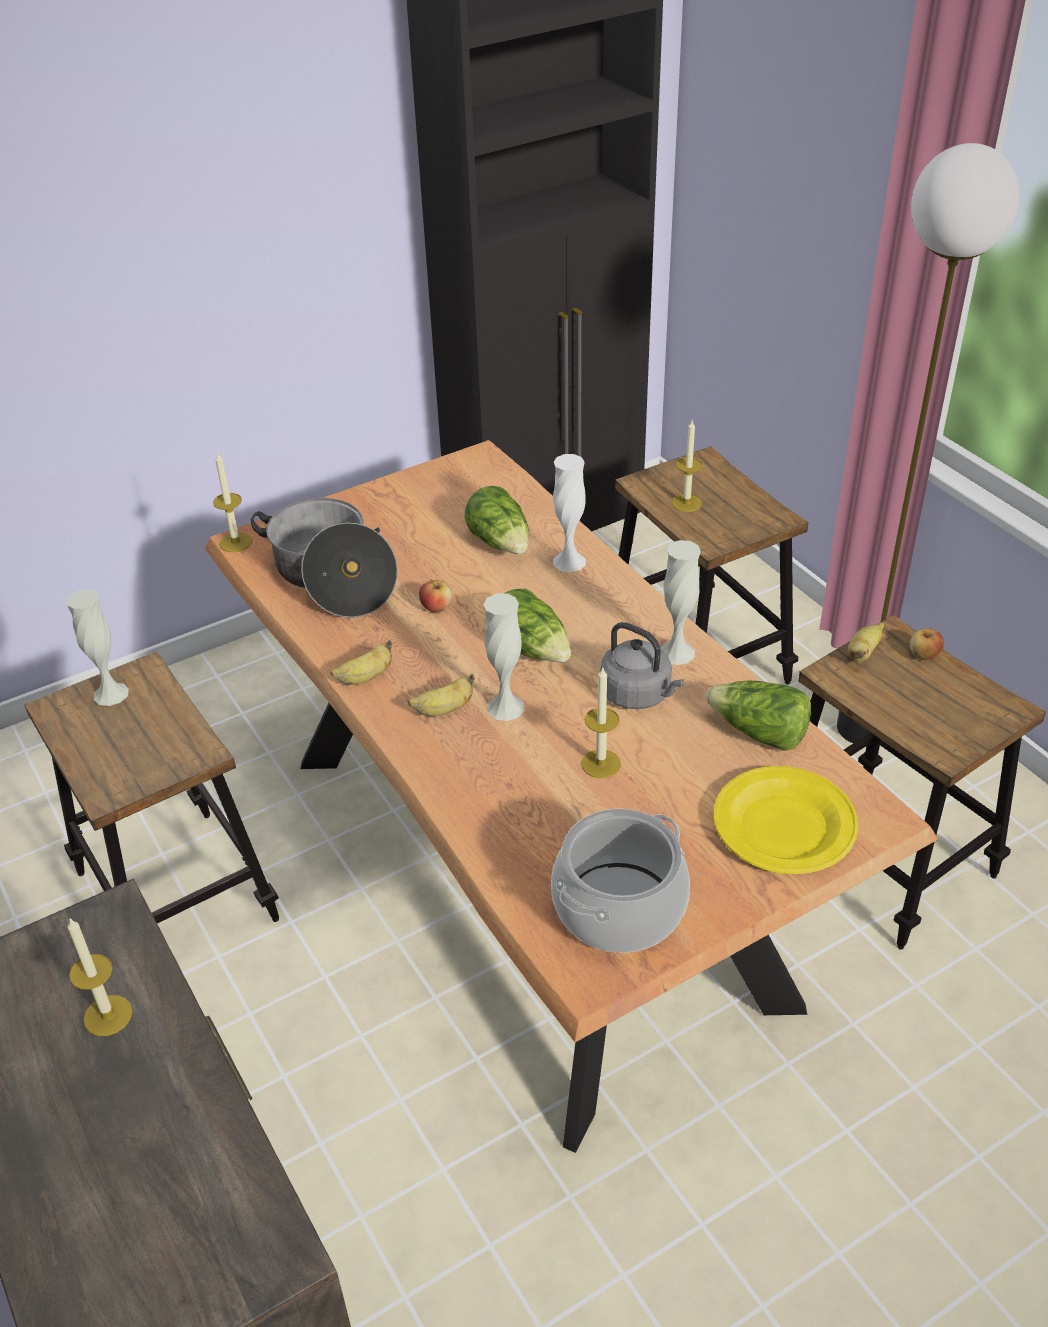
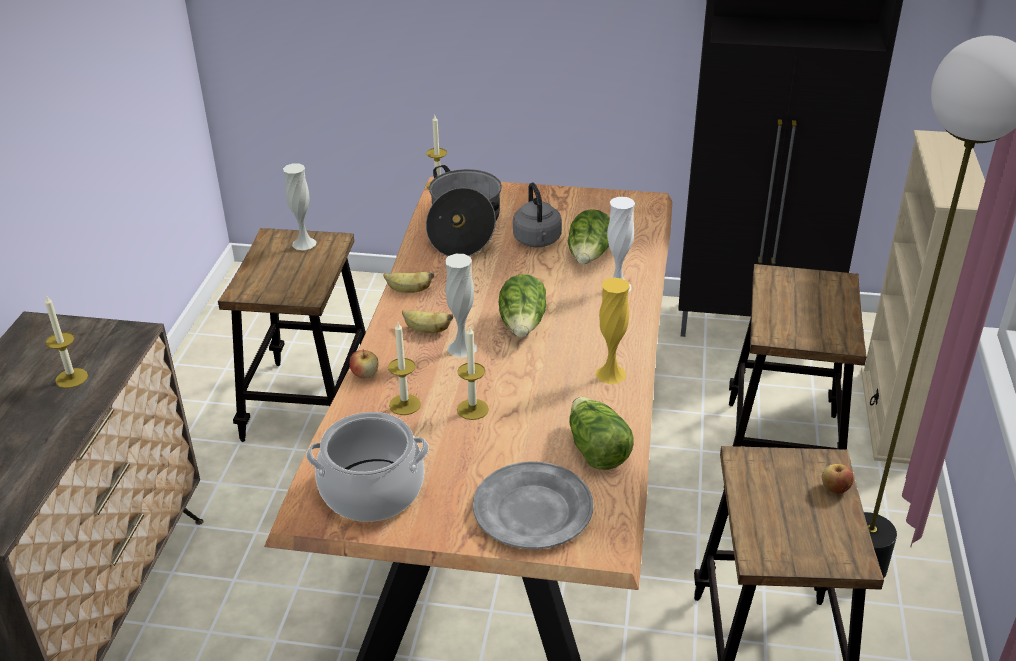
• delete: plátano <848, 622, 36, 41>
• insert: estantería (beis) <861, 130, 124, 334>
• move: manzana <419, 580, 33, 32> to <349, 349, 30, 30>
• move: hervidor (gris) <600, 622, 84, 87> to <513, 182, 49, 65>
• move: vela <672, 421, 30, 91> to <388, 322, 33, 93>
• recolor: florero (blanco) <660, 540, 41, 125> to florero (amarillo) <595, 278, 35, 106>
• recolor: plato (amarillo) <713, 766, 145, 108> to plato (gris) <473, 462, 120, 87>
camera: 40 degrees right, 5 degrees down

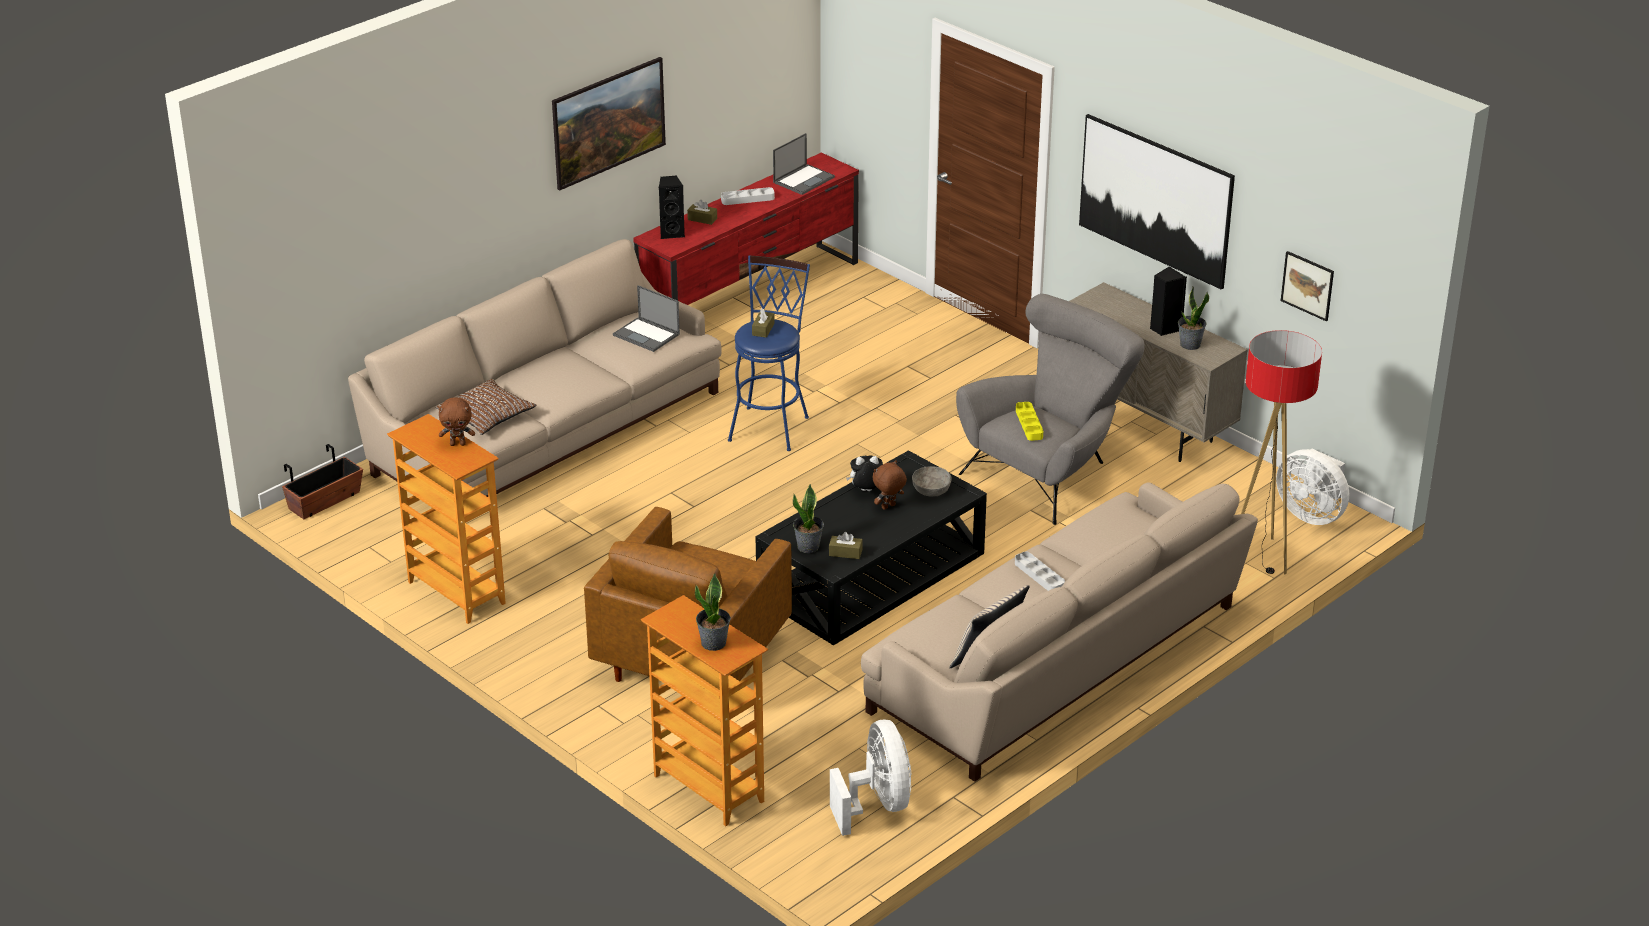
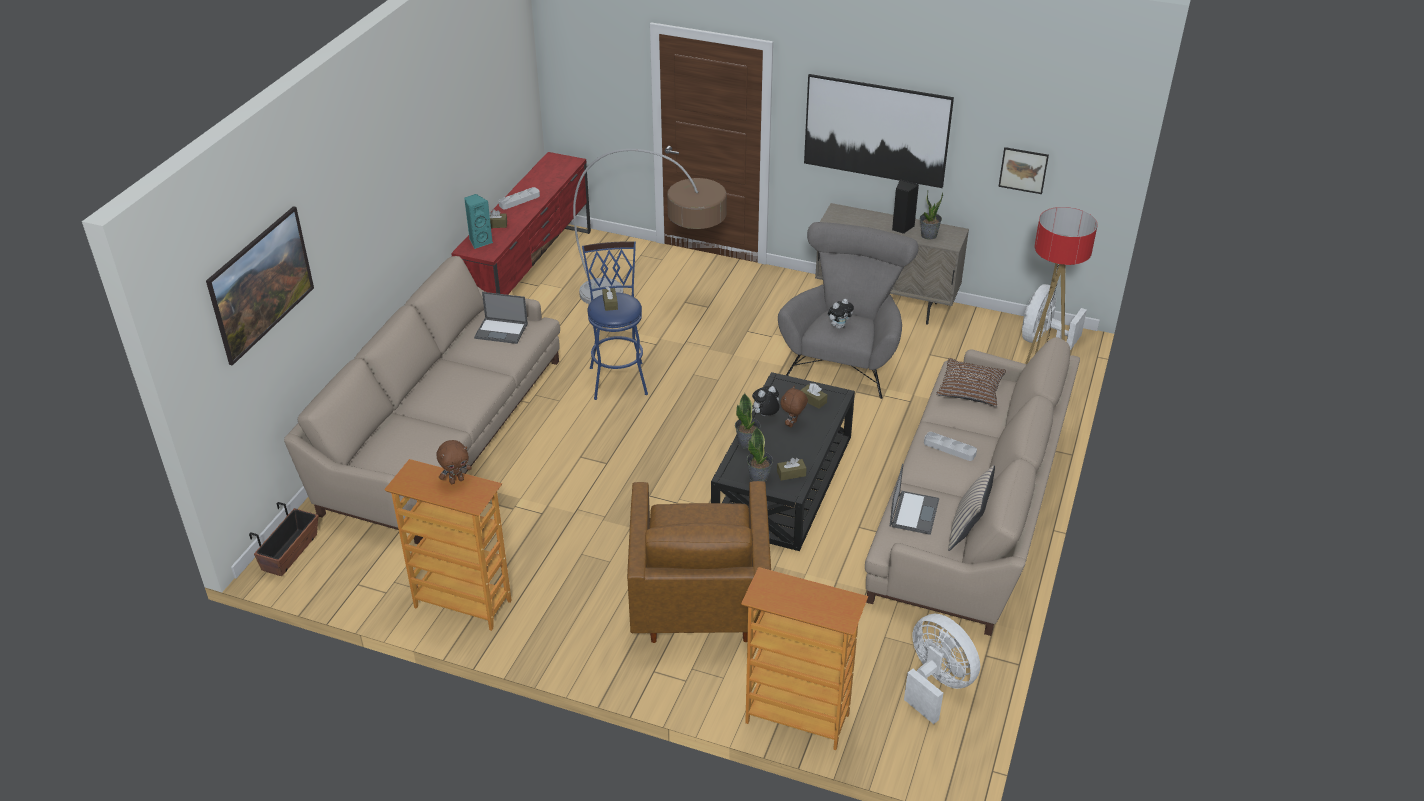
• insert: lámpara de pie <573, 149, 154, 155>
• move: cojín (marrón) <435, 379, 102, 56> to <936, 358, 70, 49>
• move: cuadro <552, 57, 114, 133> to <206, 206, 108, 160>
• move: planta en maceta <695, 573, 36, 78> to <735, 393, 25, 56>
• move: portátil <773, 133, 62, 62> to <890, 464, 49, 71>
• replace: cuenco (gris) <912, 467, 39, 29> to caja de pañuelos (marrón) <801, 383, 26, 26>
• replace: bandeja (amarillo) <1016, 402, 27, 39> to peluche <828, 299, 26, 30>
• recolor: altavoz (negro) <659, 175, 26, 64> to altavoz (turquesa) <464, 194, 29, 55>
• rotate: ventilador (blanco) <1276, 449, 73, 76> = <1022, 284, 65, 66> 105 degrees clockwise
camera: 25 degrees left, 5 degrees up

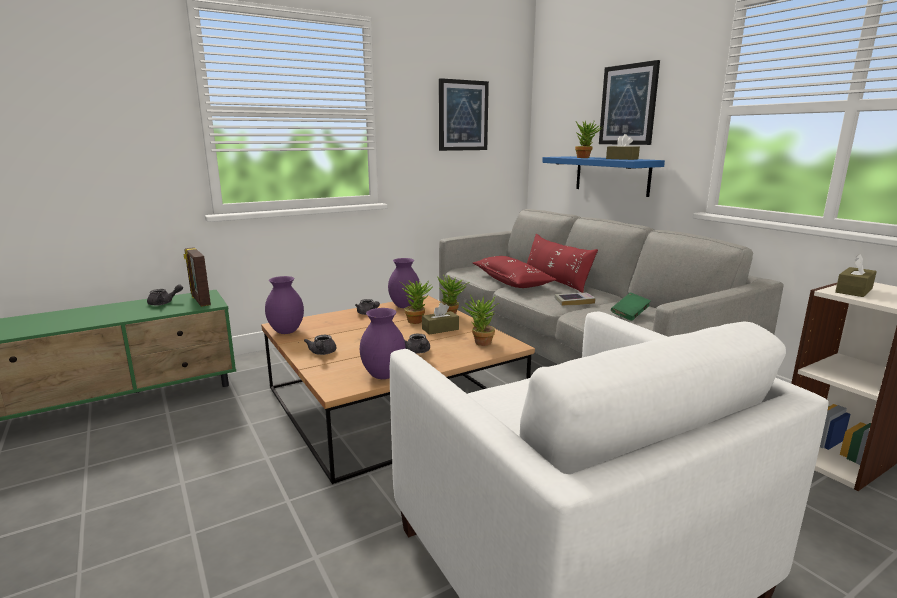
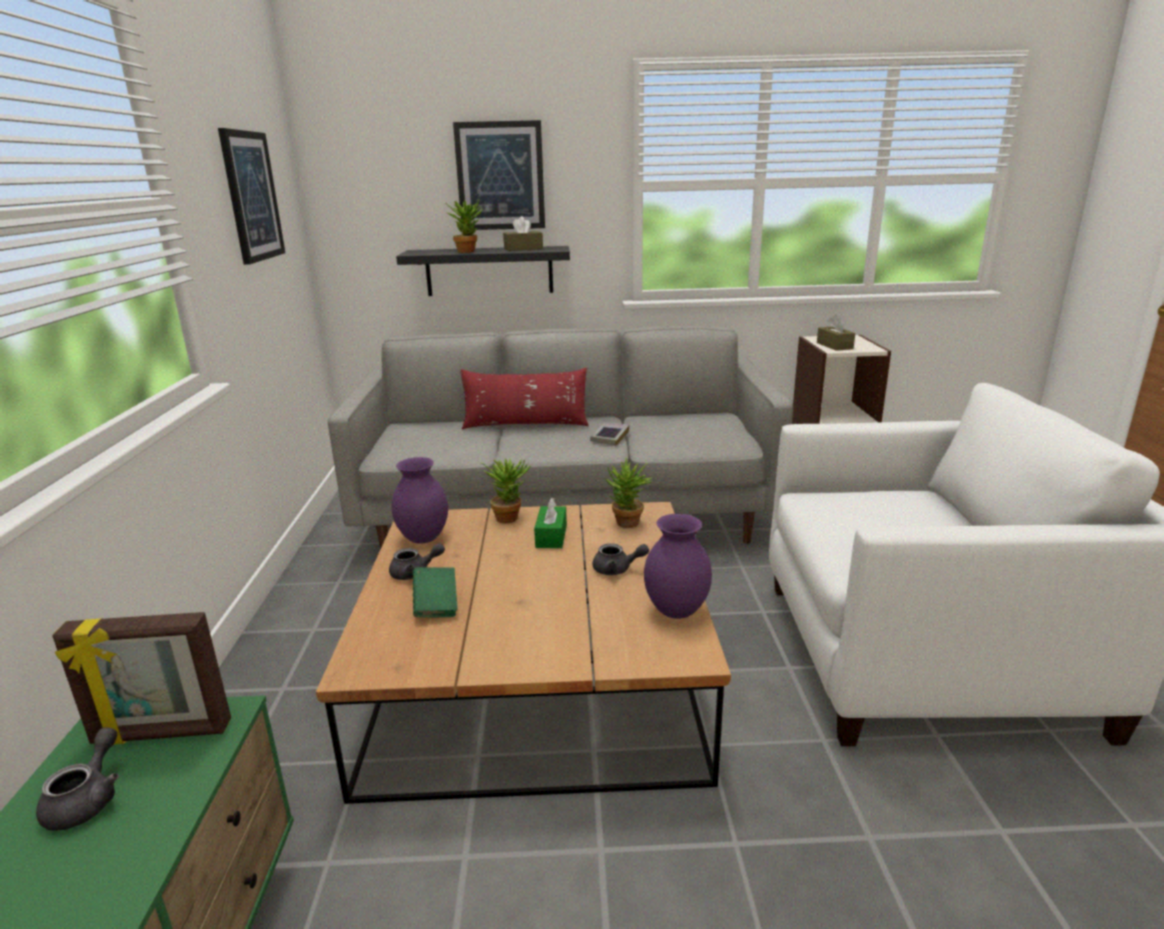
• delete: florero (morado) <265, 276, 39, 58>
• delete: tetera (gris) <304, 335, 32, 20>
• delete: planta en maceta <400, 281, 33, 43>
• delete: cojín (rojo) <473, 256, 83, 32>
• move: libro (verde) <611, 293, 40, 28> to <413, 567, 45, 50>
• recolor: caja de pañuelos (marrón) <422, 303, 37, 32> to caja de pañuelos (verde) <534, 497, 33, 51>
• recolor: estante (azul) <542, 156, 123, 41> to estante (negro) <396, 246, 174, 50>
camera: 60 degrees left, 5 degrees up

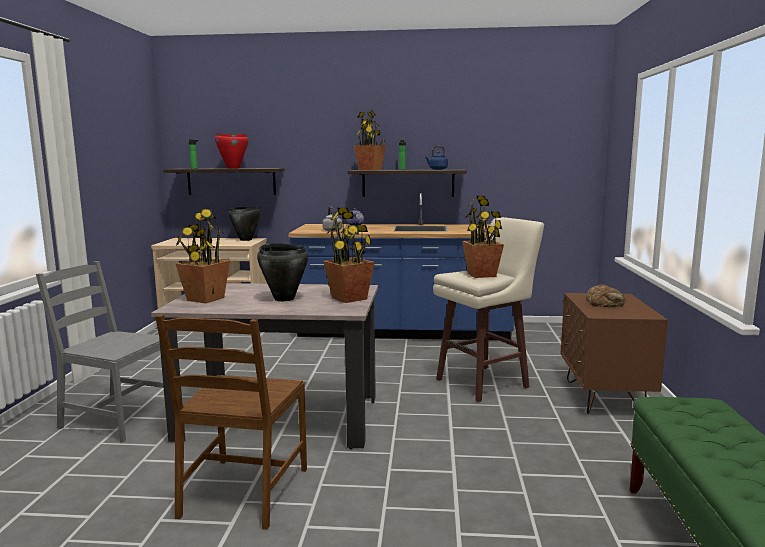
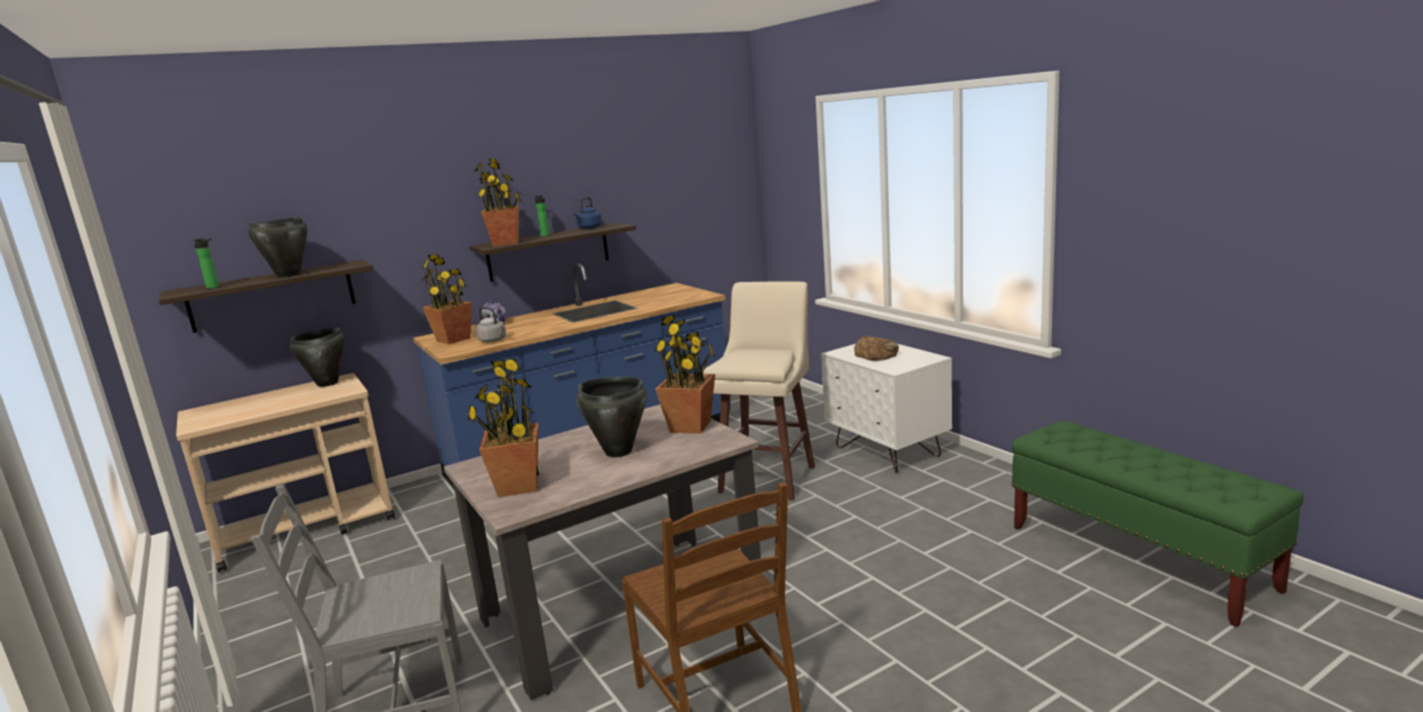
• move: planta en maceta <462, 196, 42, 82> to <421, 254, 51, 90>
• recolor: olla (rojo) <215, 133, 34, 36> to olla (negro) <248, 217, 59, 61>
• recolor: mesita de noche (marrón) <561, 293, 107, 121> to mesita de noche (blanco) <821, 344, 131, 129>
camera: 35 degrees left, 5 degrees up

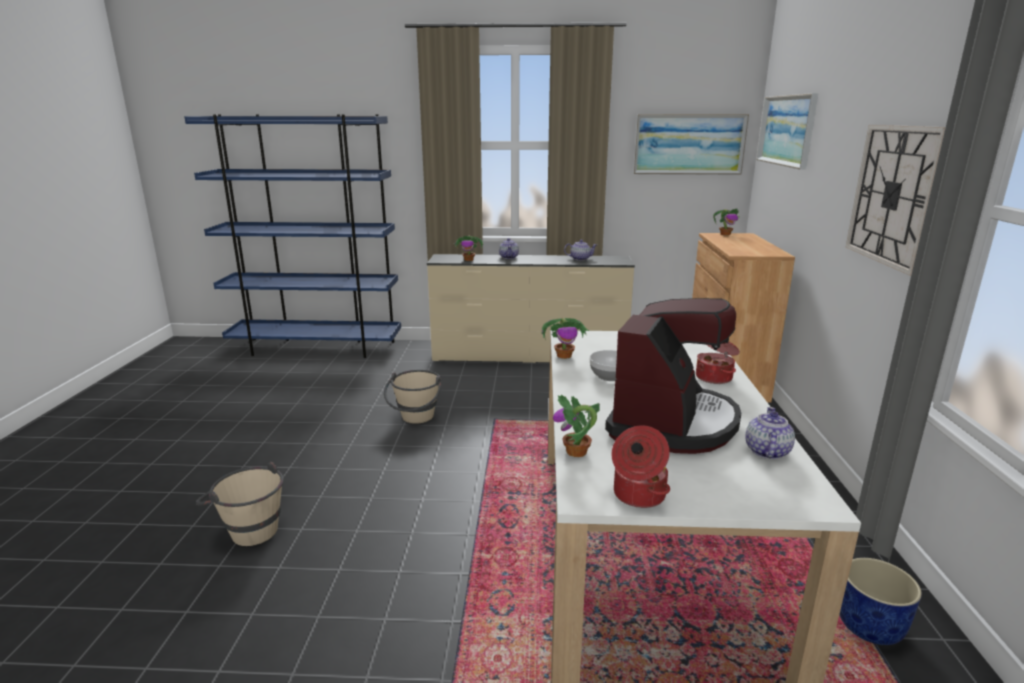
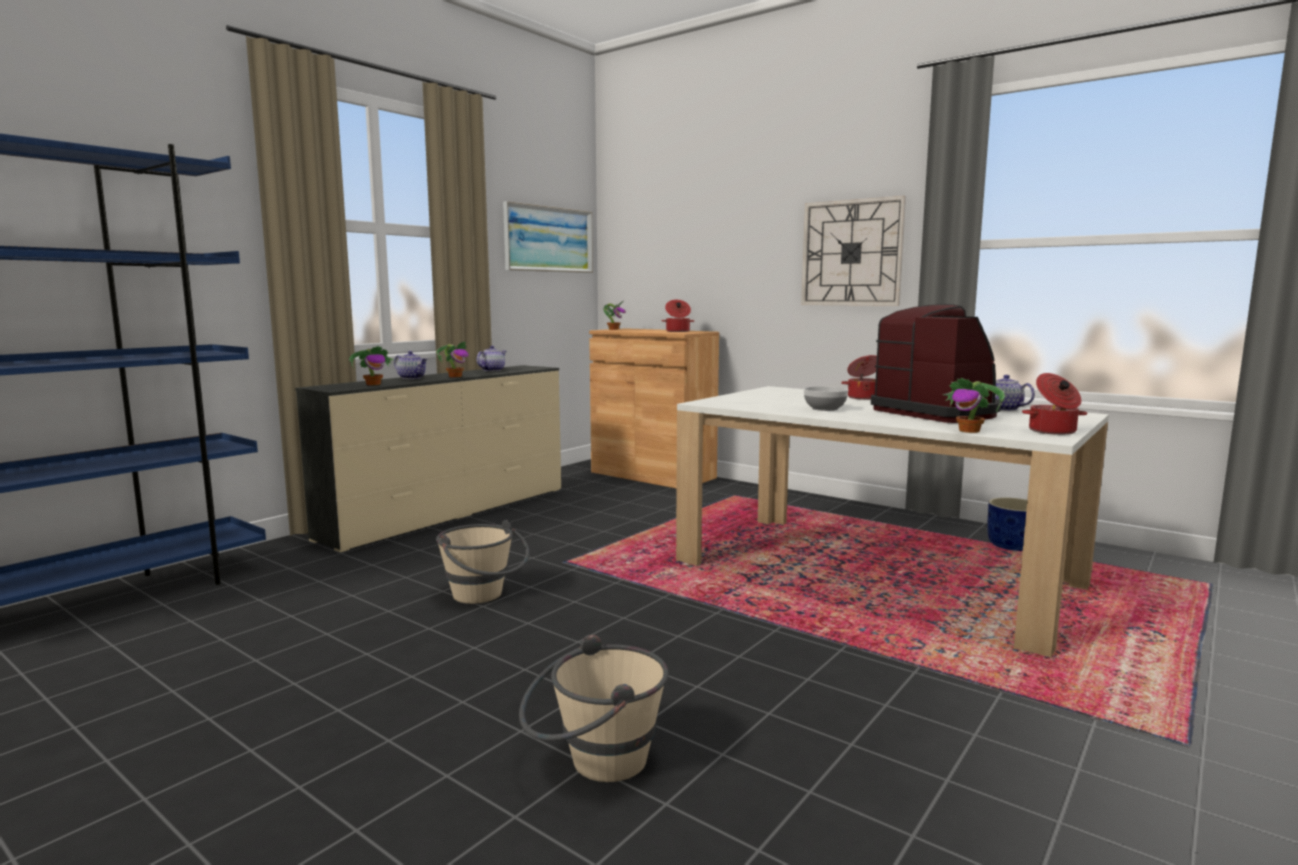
• delete: cuadro <757, 93, 62, 77>
• insert: olla <662, 300, 32, 32>
• move: planta en maceta <541, 318, 48, 41> to <436, 341, 33, 36>
camera: 55 degrees left, 10 degrees down

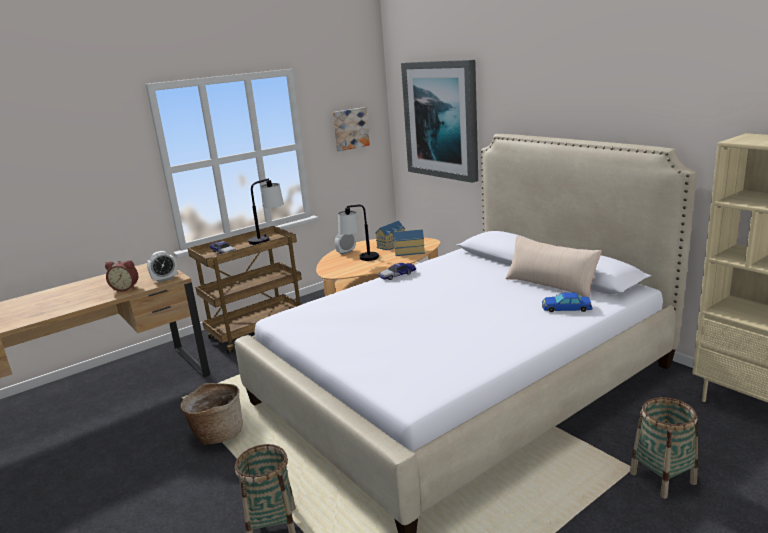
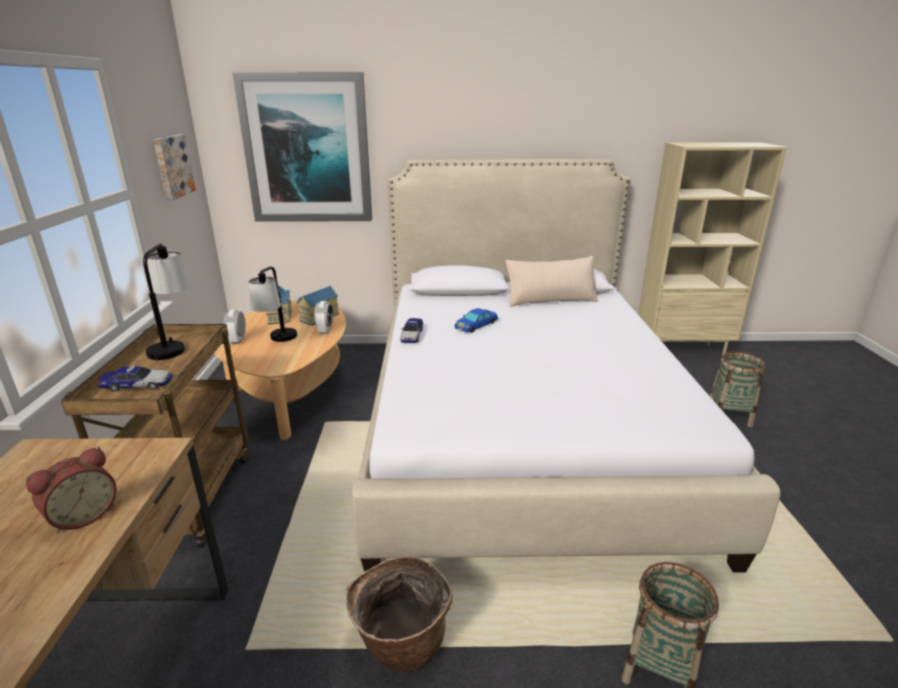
• move: despertador <147, 251, 30, 32> to <314, 301, 19, 33>
• move: coche de juguete (azul) <542, 292, 51, 20> to <455, 308, 43, 25>
camera: 55 degrees left, 5 degrees up

